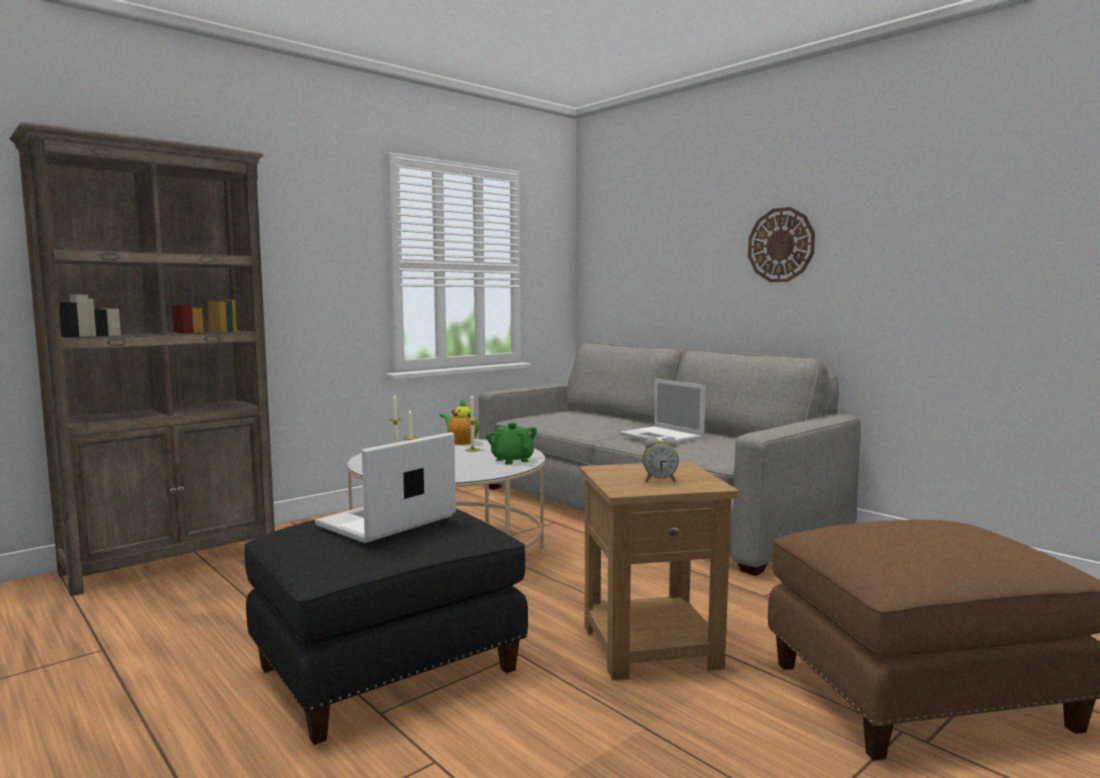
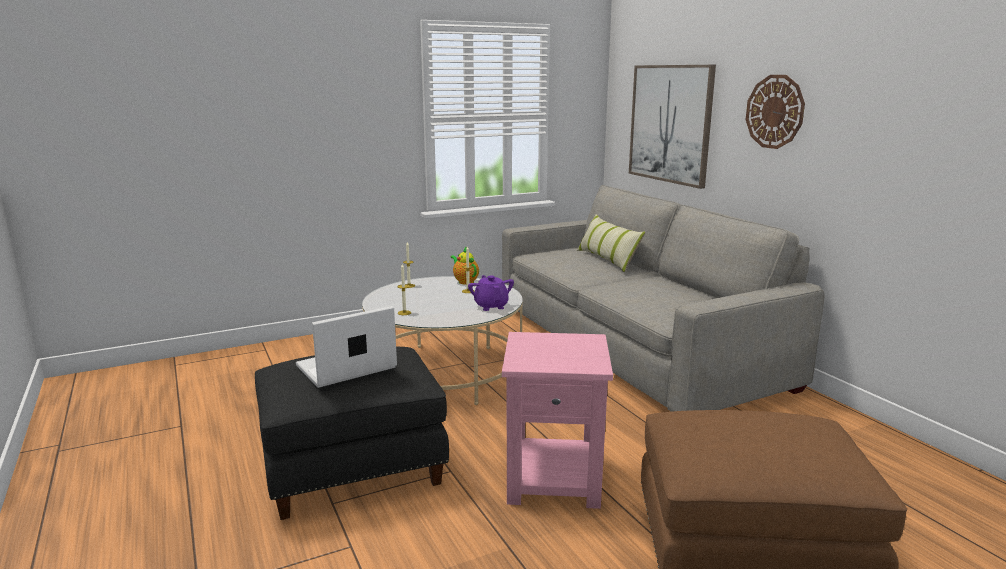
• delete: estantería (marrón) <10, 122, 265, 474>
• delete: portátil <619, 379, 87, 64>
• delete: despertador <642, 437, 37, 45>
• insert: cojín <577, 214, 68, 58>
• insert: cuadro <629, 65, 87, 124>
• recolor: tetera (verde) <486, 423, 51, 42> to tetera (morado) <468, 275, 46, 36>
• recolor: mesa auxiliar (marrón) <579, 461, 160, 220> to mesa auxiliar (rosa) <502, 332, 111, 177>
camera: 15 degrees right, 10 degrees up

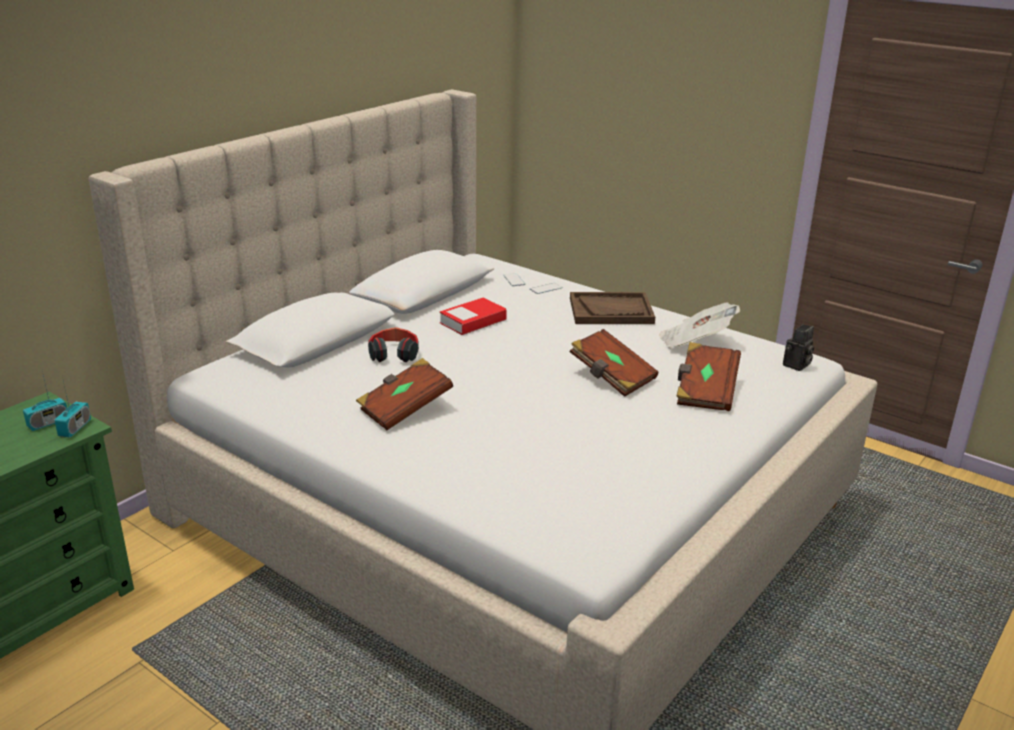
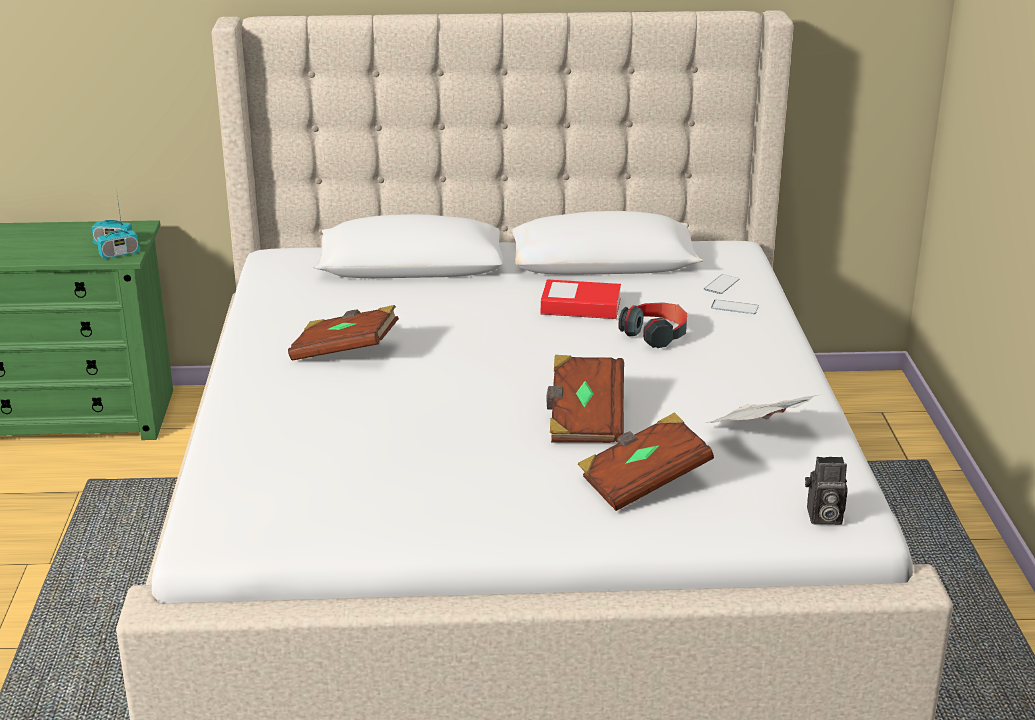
• delete: bandeja (marrón) <570, 292, 85, 32>
• move: auriculares <368, 327, 51, 35> to <618, 302, 69, 46>
camera: 50 degrees right, 0 degrees up

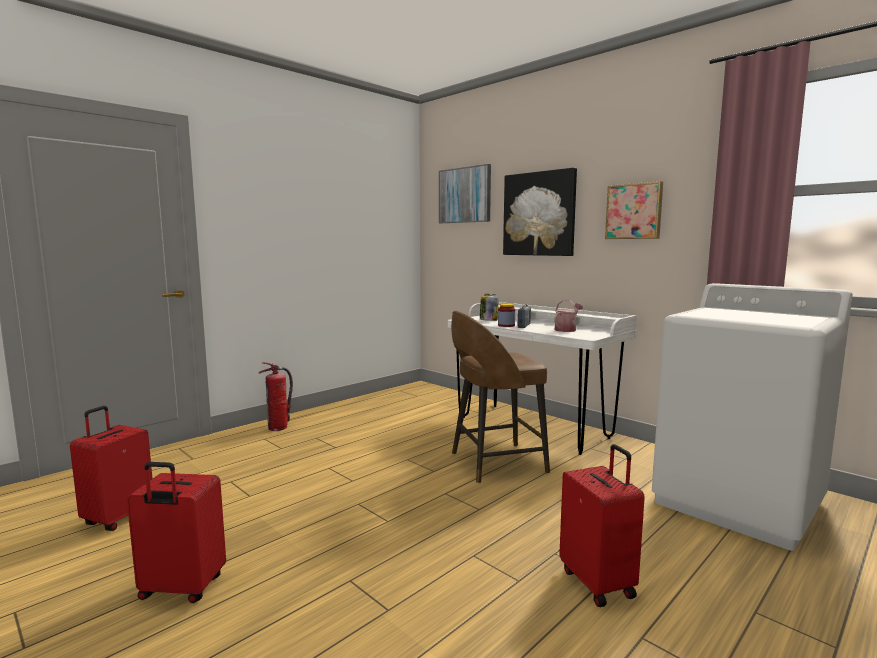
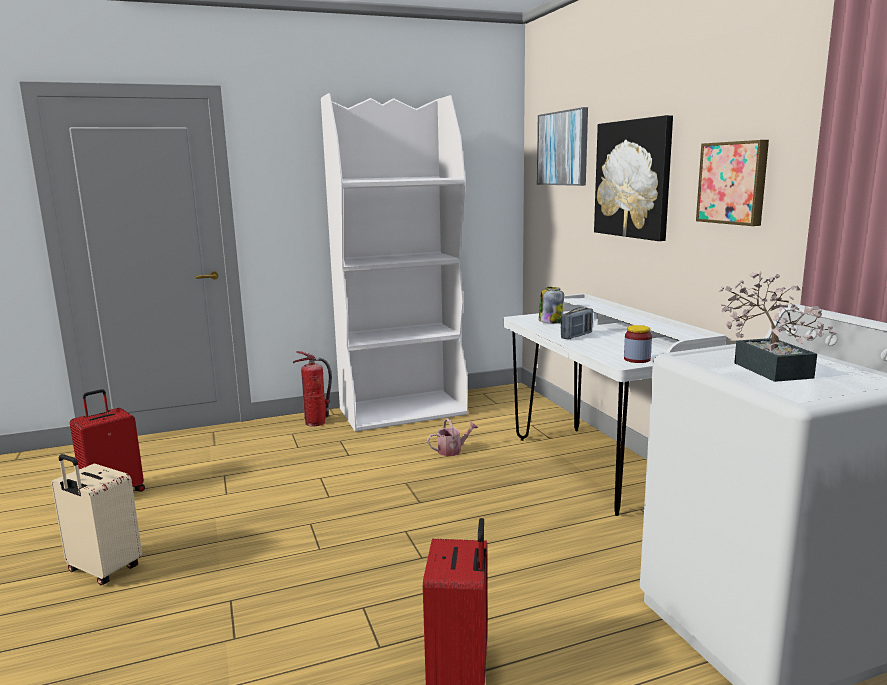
• delete: taburete (marrón) <451, 311, 99, 172>
• insert: estantería (blanco) <321, 93, 147, 339>
• insert: planta en maceta <719, 272, 117, 110>
• move: tarro <498, 304, 17, 23> to <624, 325, 28, 38>
• move: regadera <554, 300, 29, 32> to <427, 418, 51, 38>
• recolor: maleta (rojo) <127, 462, 99, 141> to maleta (beis) <51, 454, 91, 131>
camera: 25 degrees right, 5 degrees up

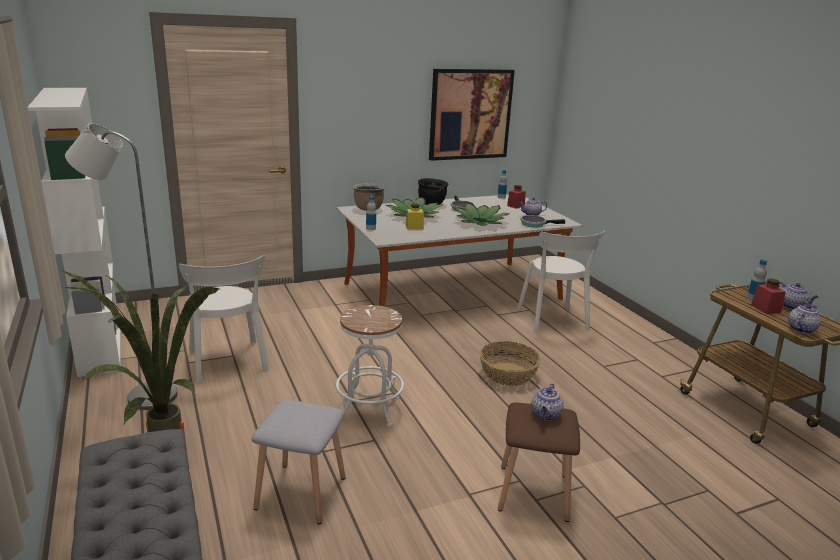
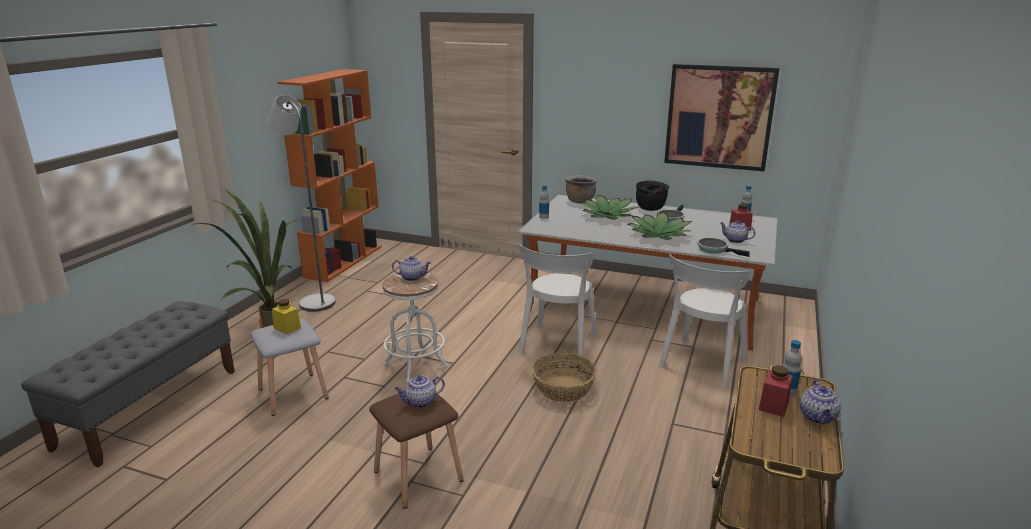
• move: silla (blanco) <179, 255, 90, 129> to <518, 244, 79, 119>
• move: tarro (amarillo) <406, 204, 18, 25> to <272, 299, 29, 36>
• move: tetera <788, 304, 33, 30> to <392, 256, 39, 25>
• recolor: estantería (blanco) <28, 88, 93, 289> to estantería (naranja) <277, 69, 105, 213>
camera: 45 degrees right, 0 degrees up

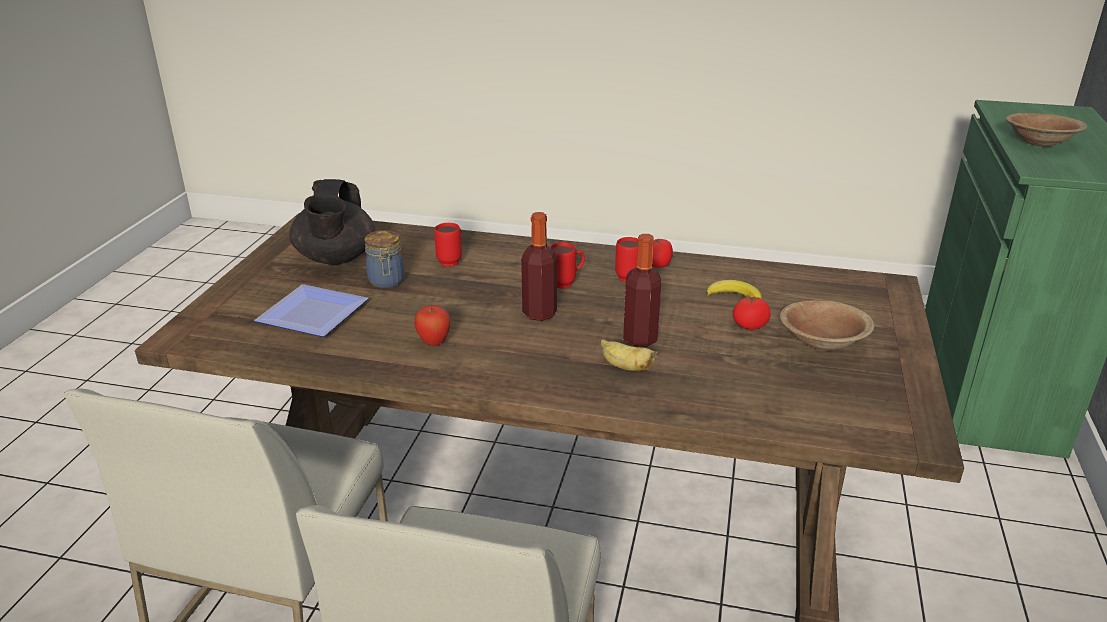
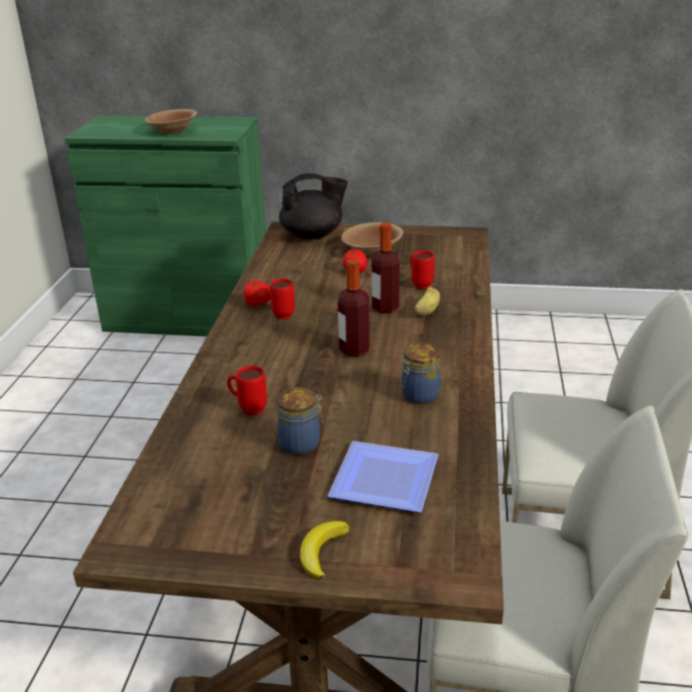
• move: tetera (negro) <289, 179, 87, 86> to <279, 173, 69, 66>
• move: taza grande (rojo) <550, 243, 35, 46> to <410, 251, 25, 38>
• move: plátano <706, 280, 56, 19> to <300, 521, 50, 59>
• replace: manzana <414, 305, 37, 41> to tarro <400, 342, 41, 62>
camera: 95 degrees left, 0 degrees up

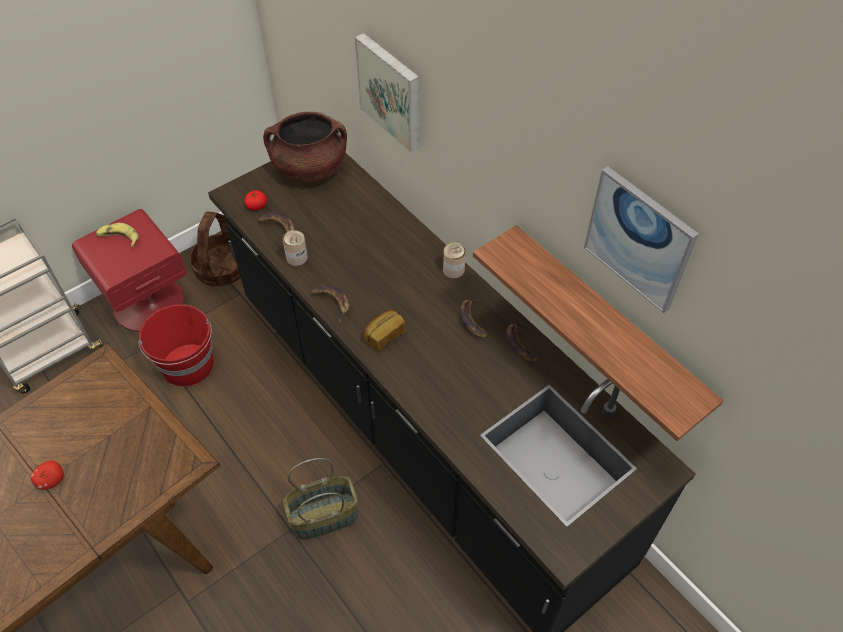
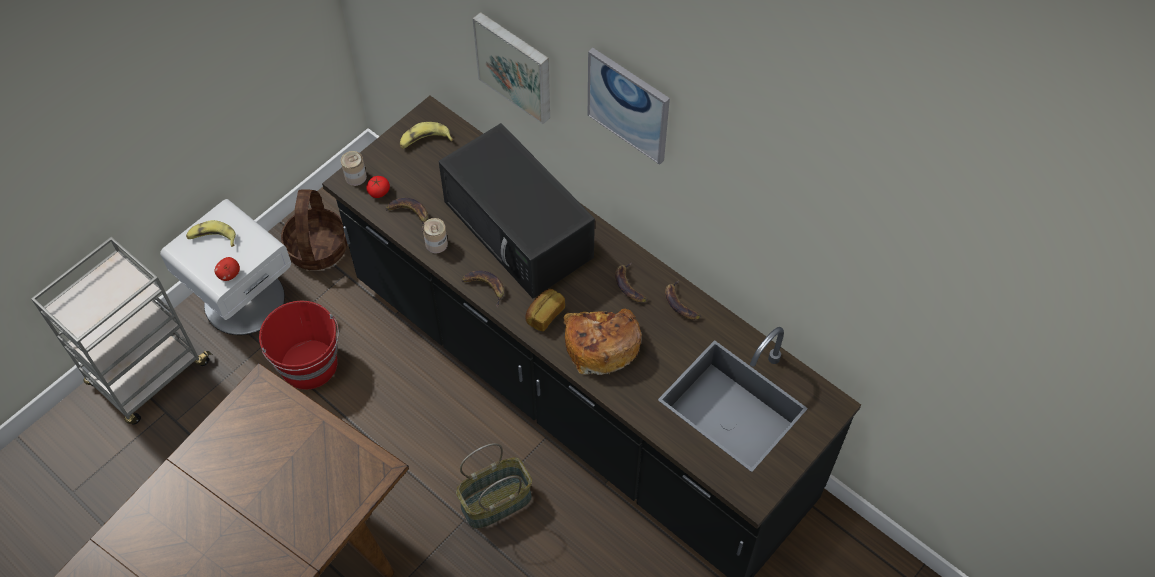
• delete: estante <473, 225, 250, 216>
• insert: microondas (negro) <438, 123, 157, 175>
• insert: pan <563, 308, 78, 67>
• move: manzana <31, 461, 33, 29> to <215, 257, 25, 24>
• move: lata <443, 243, 23, 35> to <341, 151, 26, 35>
• move: cuadro <584, 166, 115, 147> to <588, 48, 82, 117>
• replace: olla (marrón) <263, 112, 84, 71> to plátano <400, 122, 53, 27>
• recolor: mesita de noche (rojo) <72, 209, 114, 123> to mesita de noche (blanco) <160, 199, 131, 136>
camera: 10 degrees left, 5 degrees up

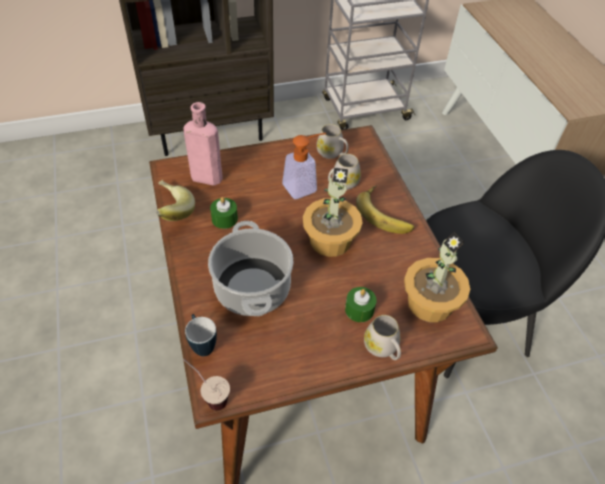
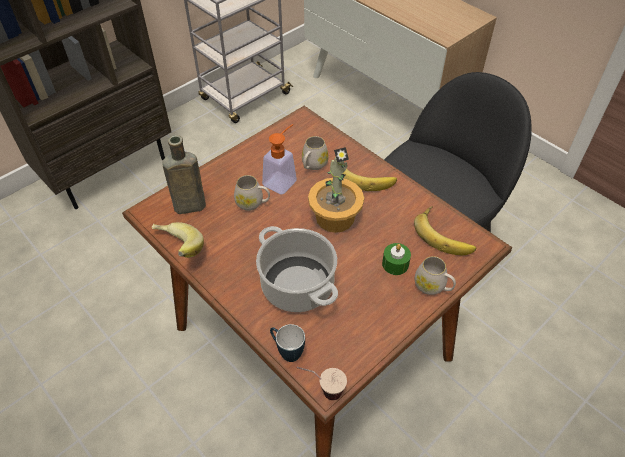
• delete: vela (verde) <210, 197, 28, 32>
• move: taza grande (blanco) <317, 124, 32, 35> to <234, 175, 36, 36>
• replace: planta en maceta <404, 232, 66, 90> to plátano <414, 206, 62, 49>
• recolor: botella (rosa) <183, 102, 40, 84> to botella (marrón) <162, 135, 44, 79>
camera: 25 degrees left, 0 degrees up

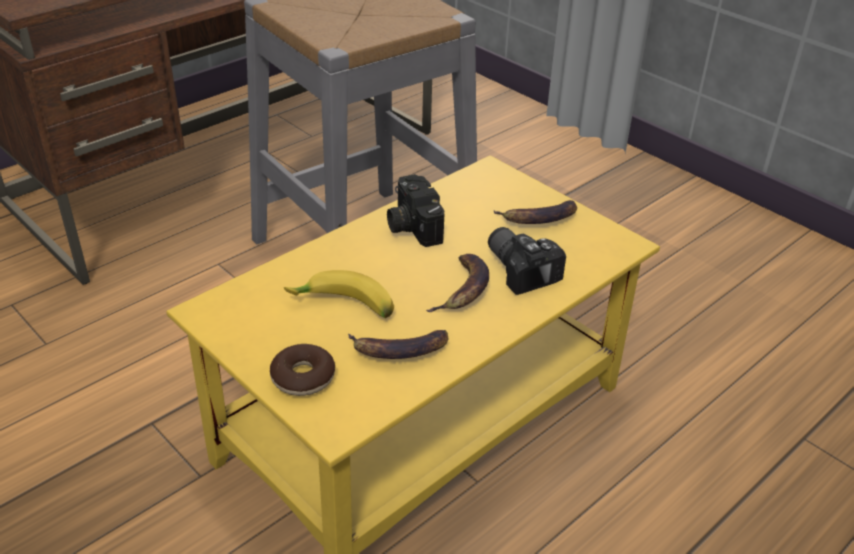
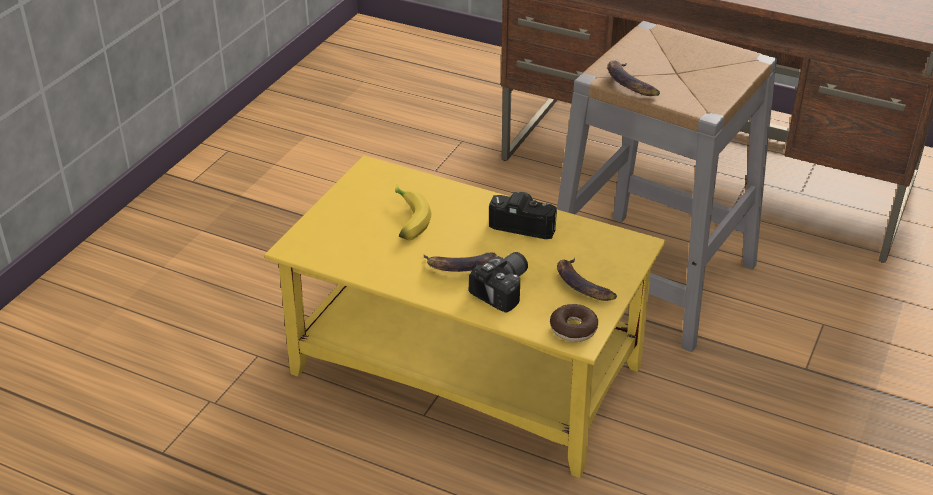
• move: rosquilla <270, 344, 65, 52> to <550, 304, 48, 38>
• move: plátano <348, 330, 101, 29> to <607, 60, 53, 36>
• rotate: cámara <387, 174, 58, 73> = <489, 192, 68, 47> 60 degrees clockwise
camera: 70 degrees right, 0 degrees up

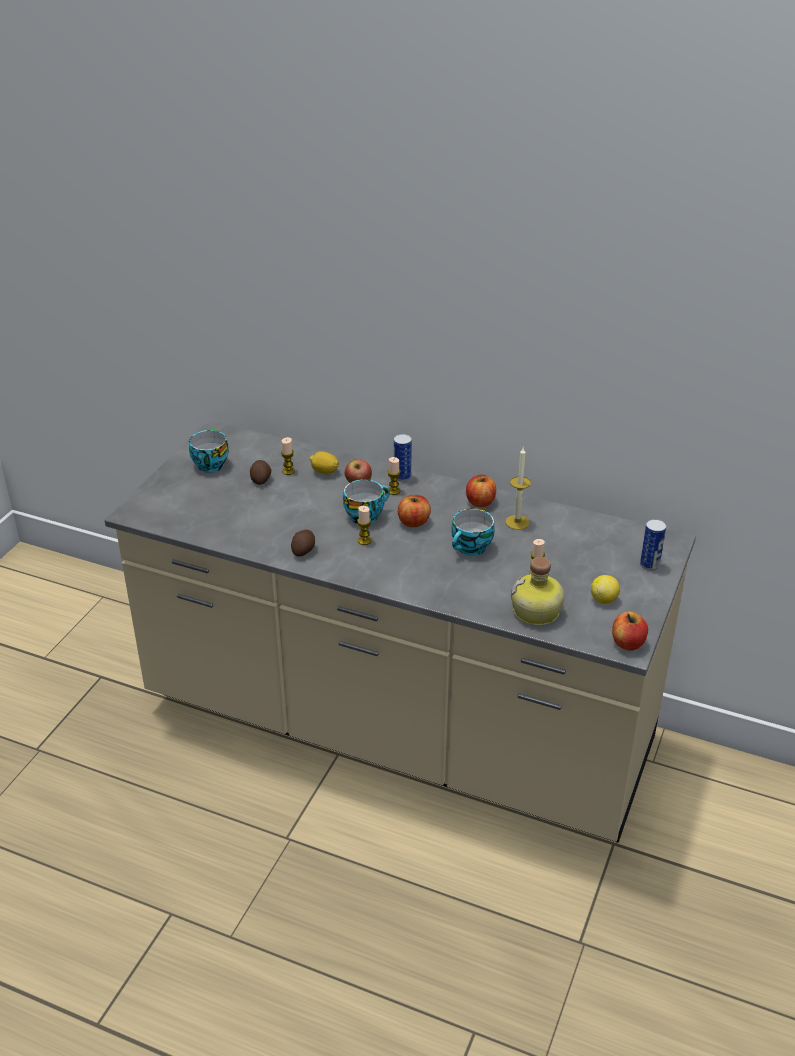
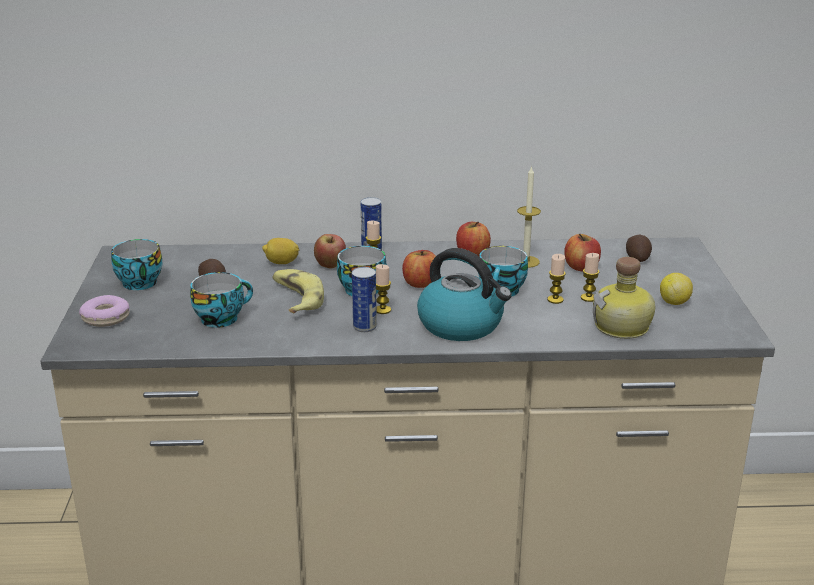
• insert: rosquilla <79, 295, 51, 32>
• insert: taza <190, 272, 63, 56>
• insert: plátano <272, 269, 52, 44>
• insert: hervidor <417, 248, 95, 93>
• move: vela <281, 437, 14, 38> to <547, 254, 19, 50>
• move: patata <291, 530, 24, 26> to <626, 234, 26, 28>
• move: manzana <612, 612, 36, 39> to <564, 234, 37, 37>
• move: lata <640, 519, 26, 52> to <352, 267, 25, 65>
camera: 25 degrees left, 10 degrees down

